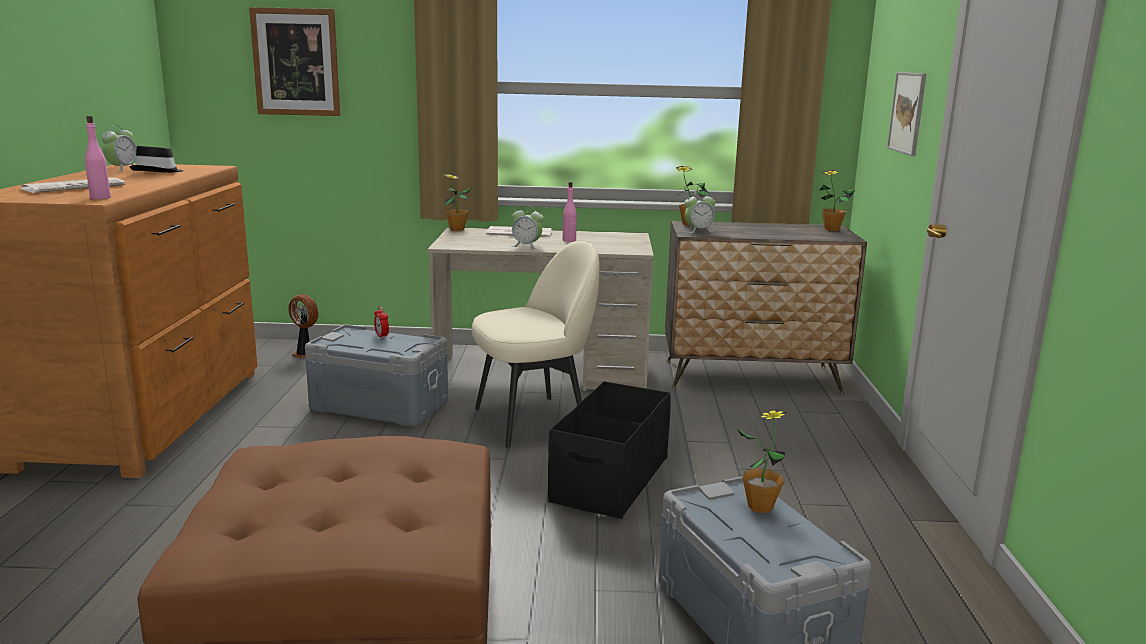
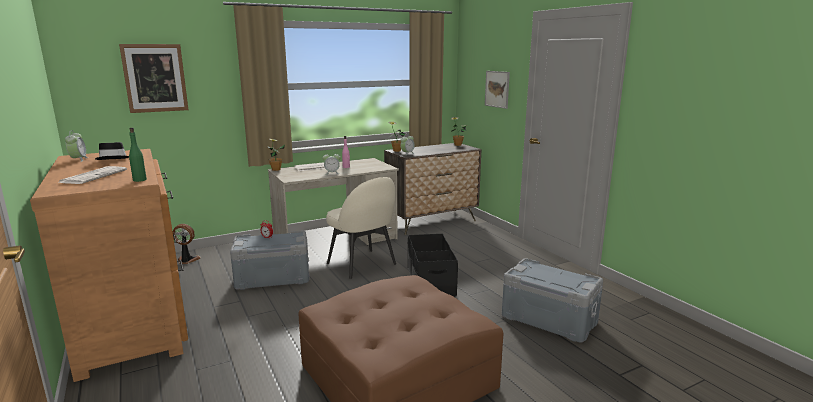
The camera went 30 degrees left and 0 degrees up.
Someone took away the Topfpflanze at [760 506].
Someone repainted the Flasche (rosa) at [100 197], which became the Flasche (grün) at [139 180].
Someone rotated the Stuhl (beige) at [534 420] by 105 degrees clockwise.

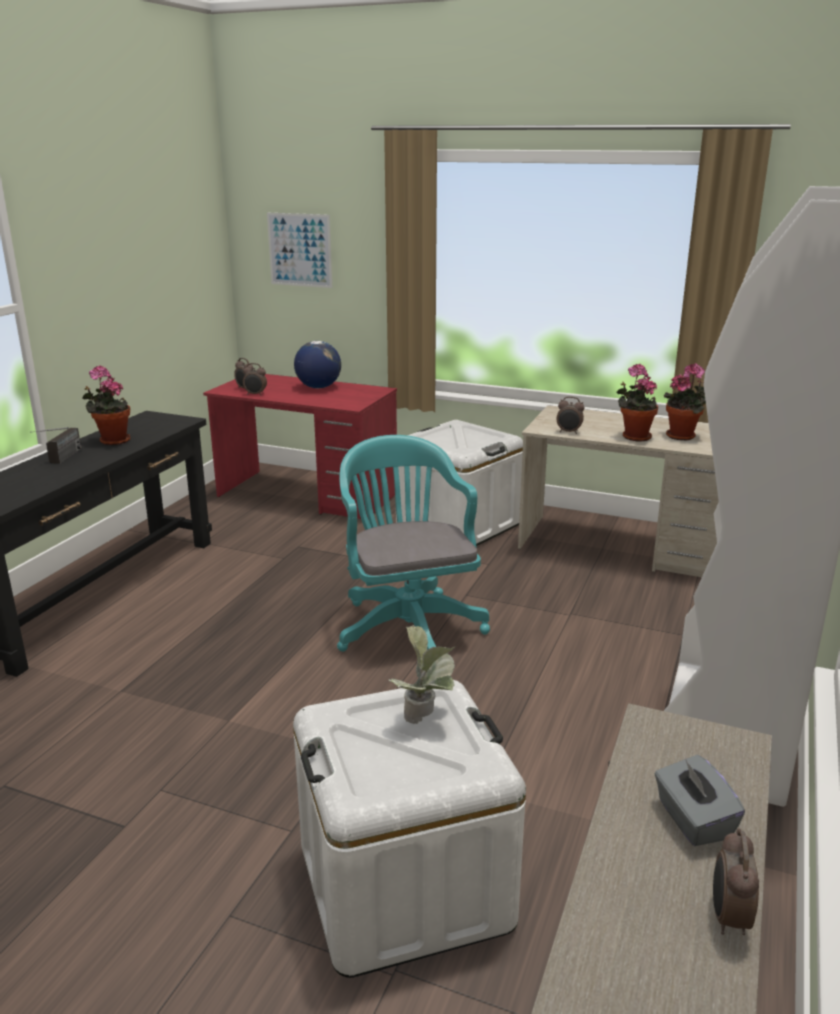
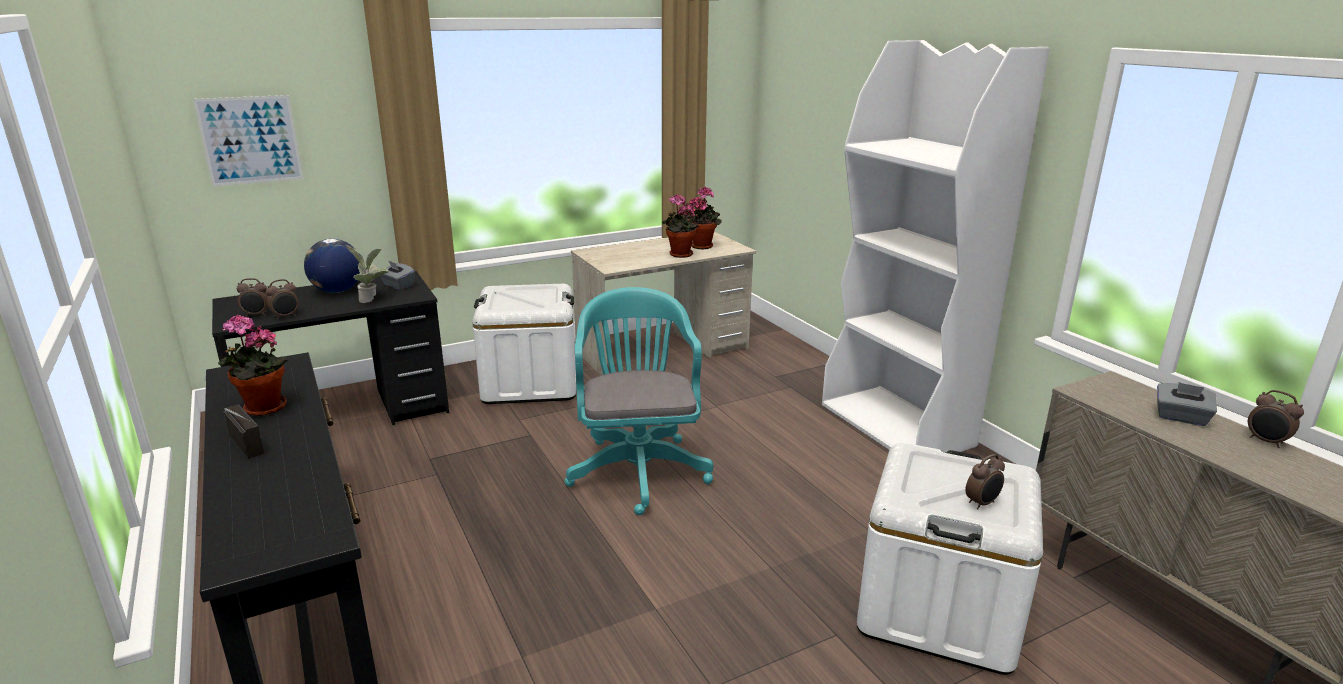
The camera went 50 degrees left and 0 degrees up.
Someone put down the Taschentuchbox (grau) at [398 285].
Someone carried the Topfpflanze from [425 719] to [372 300].
Someone carried the Wecker from [569 432] to [982 503].
Someone repainted the Schreibtisch (rot) at [307 495], which became the Schreibtisch (schwarz) at [345 415].
Someone rotated the Bürostuhl (türkis) at [407 625] by 60 degrees clockwise.

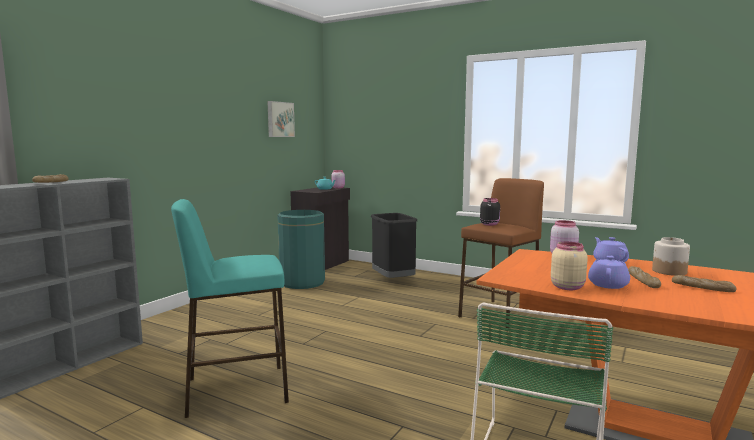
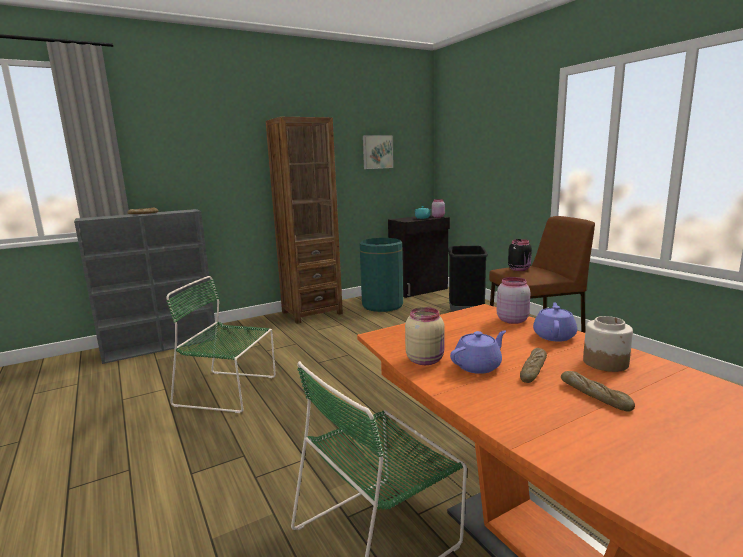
The camera went 30 degrees right and 5 degrees up.
Someone put down the Bücherregal (braun) at [312 313].
Someone swapped the Hocker (türkis) at [236 390] for the Stuhl (grün) at [229 391].

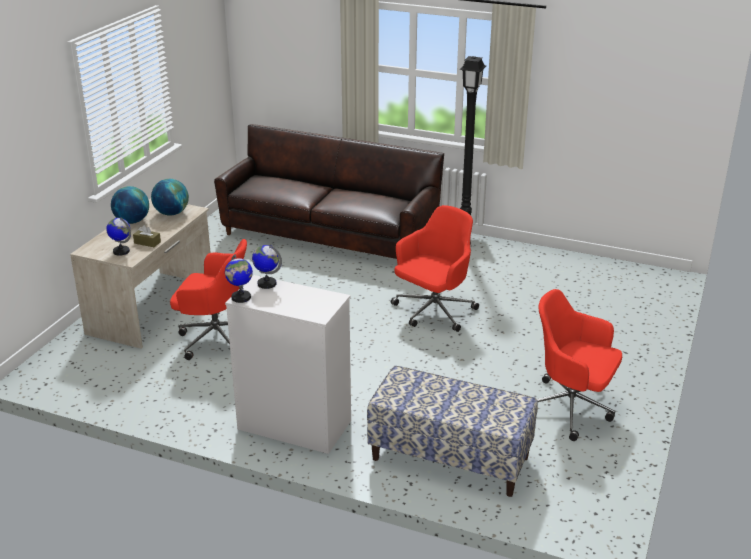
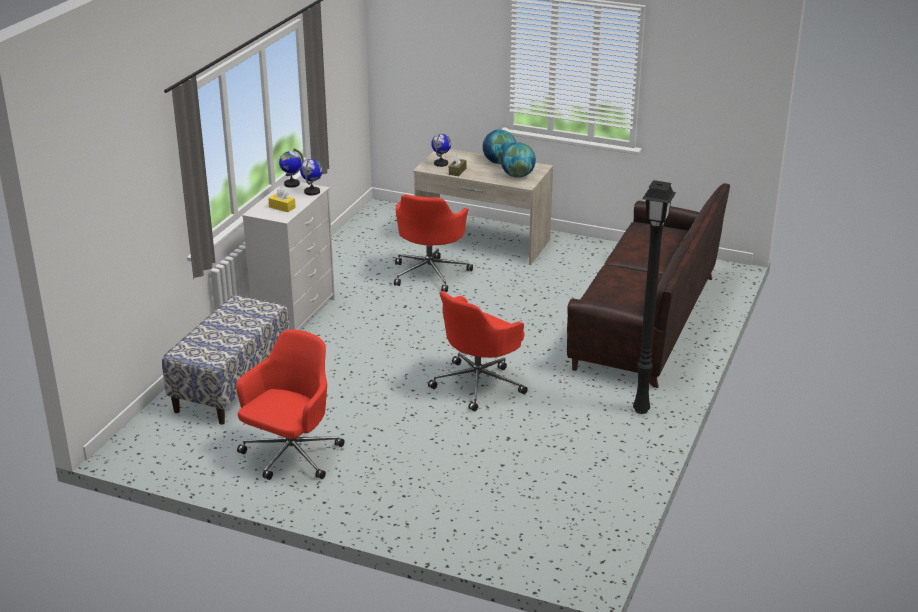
The camera went 90 degrees right and 0 degrees up.
Someone put down the Taschentuchbox (gelb) at [282 207].
Someone rotated the Bürostuhl (rot) at [433 312] by 90 degrees clockwise.

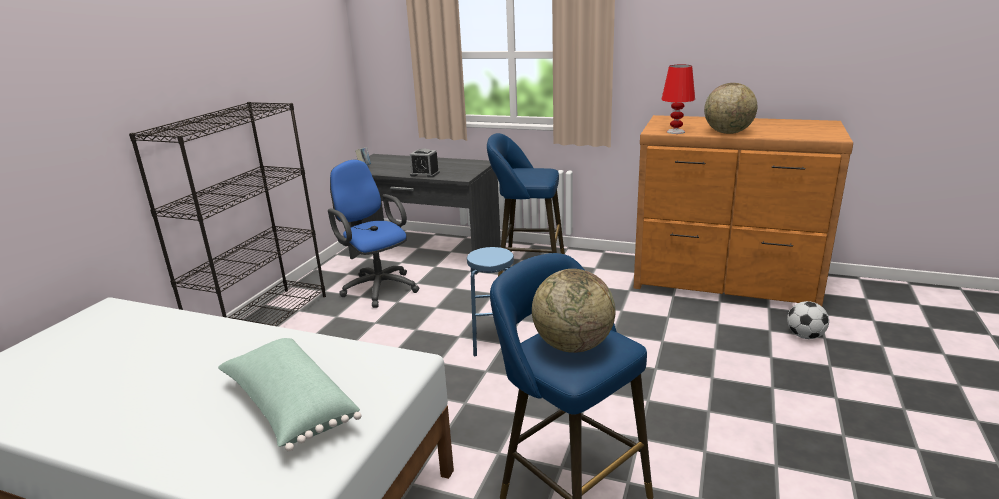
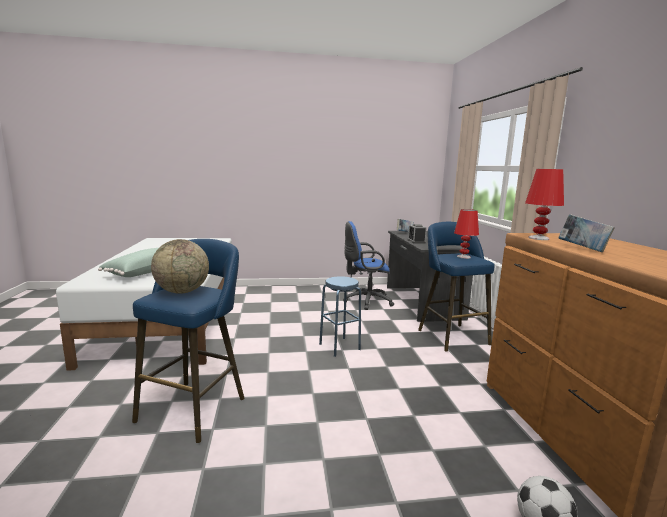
The camera went 60 degrees right and 10 degrees down.
Someone took away the Bücherregal (schwarz) at [264 323].
Someone put down the Tischlampe (rot) at [464 257].
Someone swapped the Globus at [728 133] for the Buch at [582 249].
Someone rotated the Bürostuhl (blau) at [378 287] by 120 degrees counterclockwise.

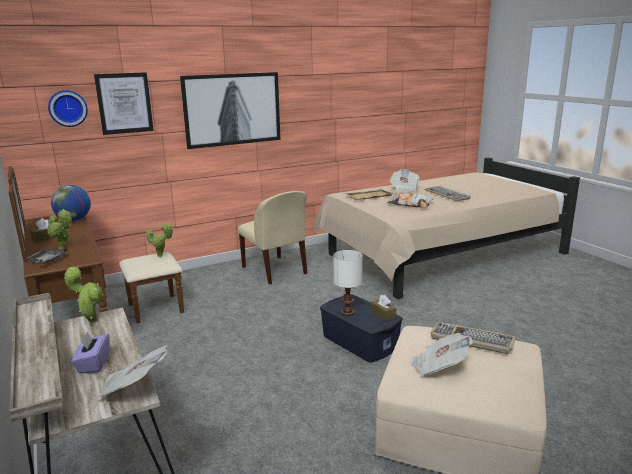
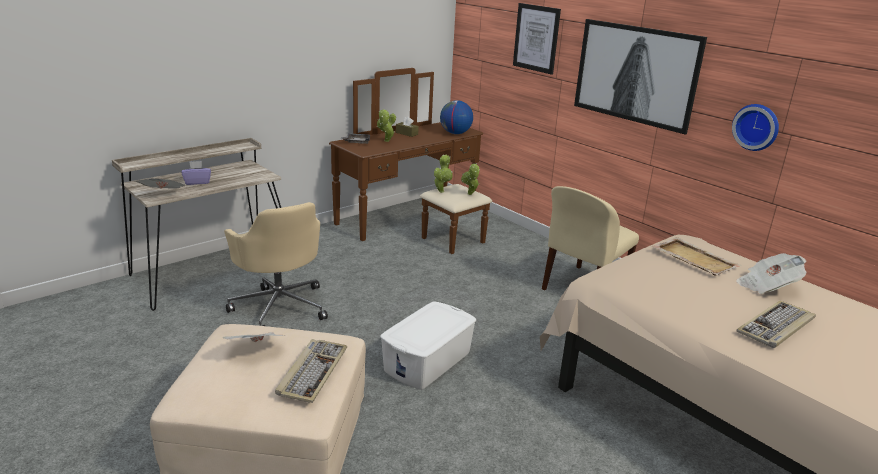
The camera went 75 degrees right and 5 degrees up.
Someone took away the Tischlampe (weiß) at [347 313].
Someone took away the Taschentuchbox (braun) at [383 314].
Someone took away the Kissen at [410 204].
Someone put down the Bürostuhl (beige) at [280 306].
Someone carried the Wanduhr from [67 108] to [756 127].
Someone carried the Topfpflanze from [91 320] to [441 191].
Someone repainted the Aufbewahrungsbox (blau) at [360 341], which became the Aufbewahrungsbox (weiß) at [428 361].

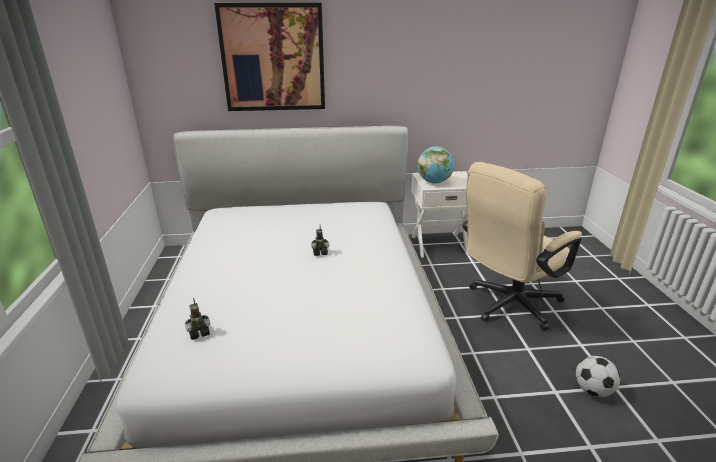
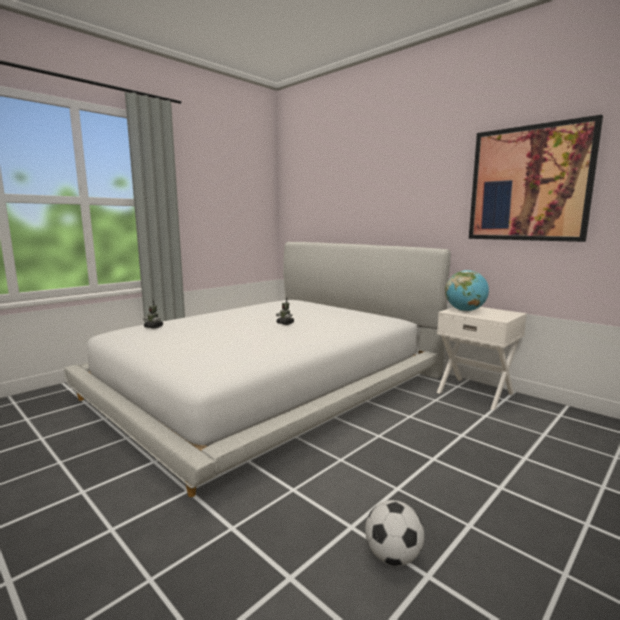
The camera went 50 degrees right and 15 degrees down.
Someone took away the Bürostuhl (beige) at [507 306].
Someone carried the Bild from [273 58] to [529 184].

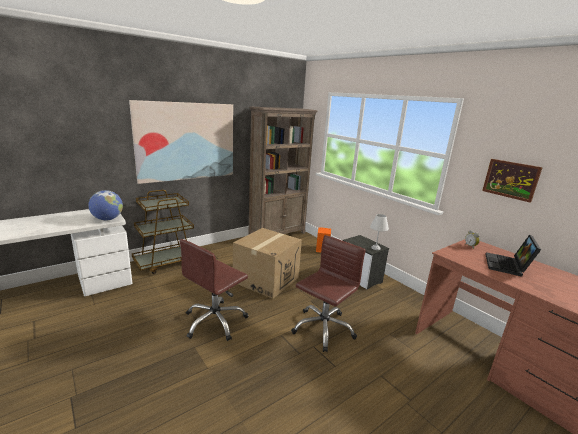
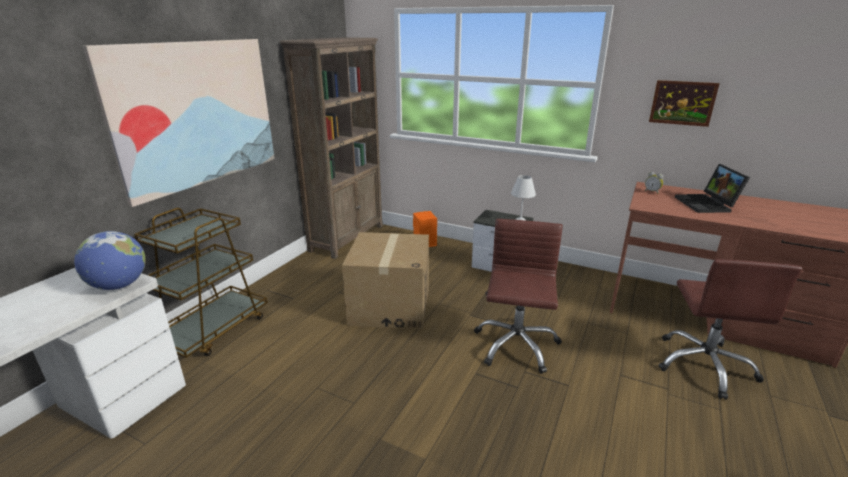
The camera went 25 degrees left and 5 degrees up.
Someone carried the Bürostuhl (braun) from [215 321] to [705 365].

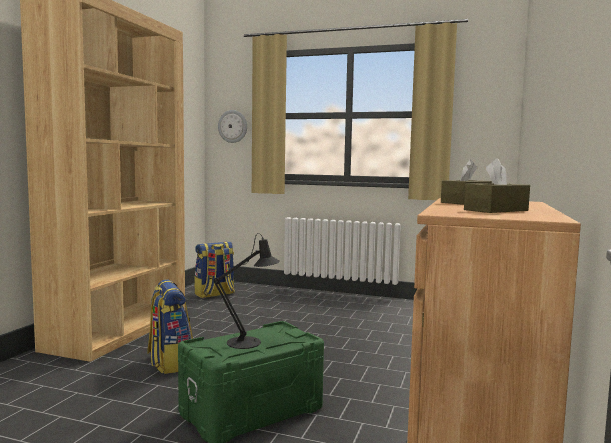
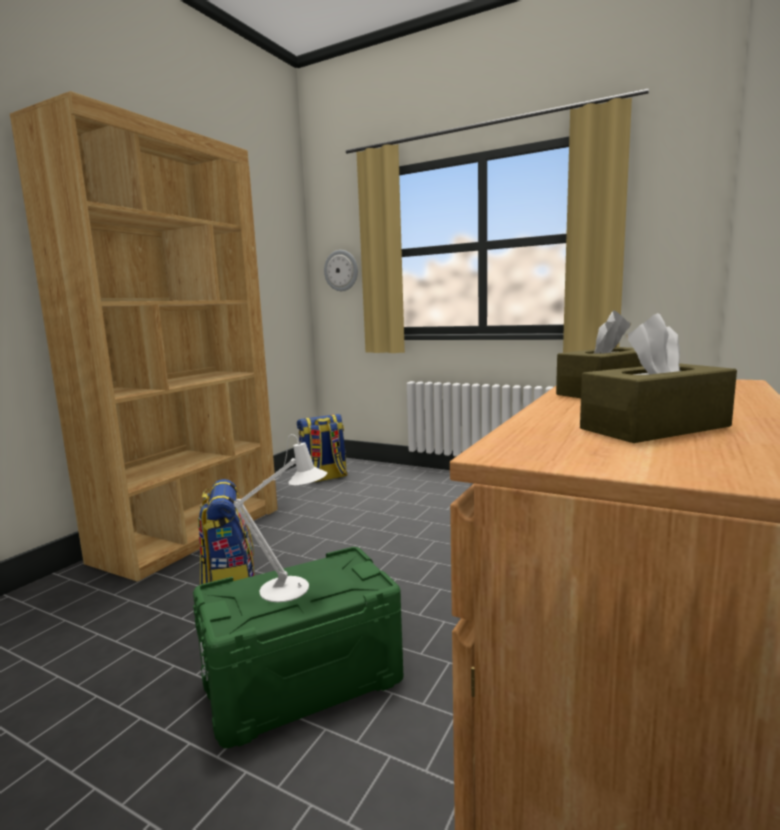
The camera went 10 degrees right and 5 degrees up.
Someone repainted the Tischlampe (schwarz) at [249 342], which became the Tischlampe (weiß) at [292 589].

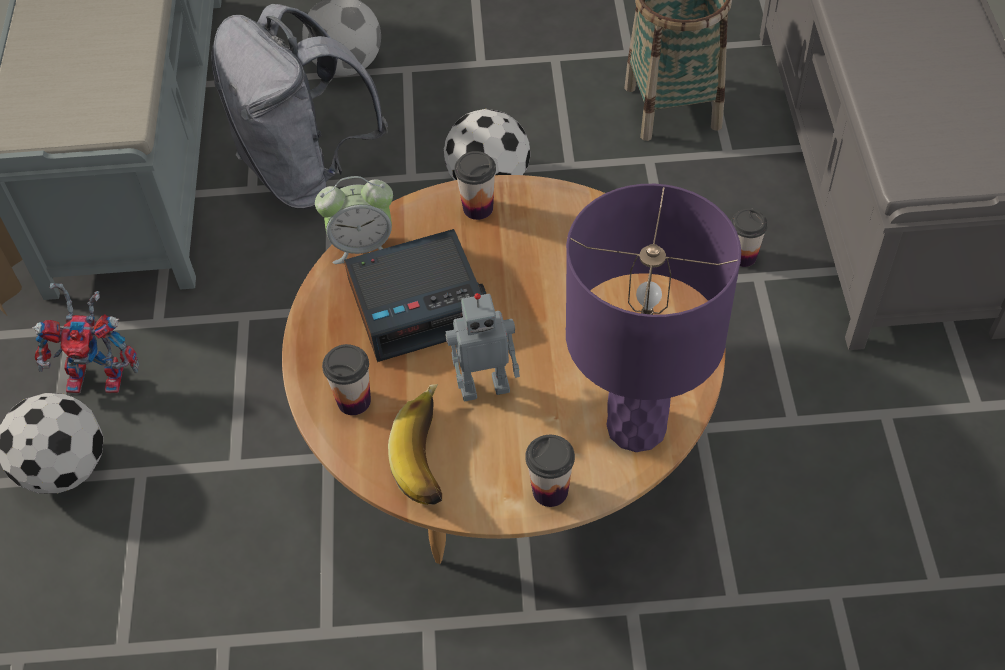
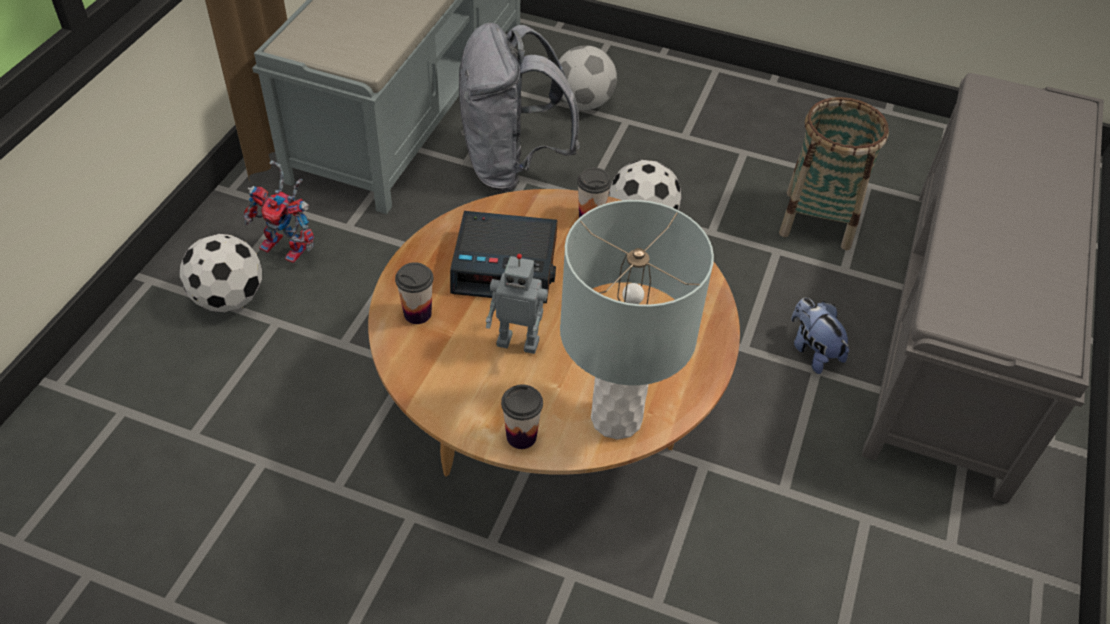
The camera went 20 degrees right and 5 degrees down.
Someone took away the Wecker at [362 245].
Someone took away the Banane at [431 457].
Someone swapped the Tasse at [743 256] for the Plüschtier at [812 351].
Someone repainted the Tischlampe (lila) at [635 427], which became the Tischlampe (grau) at [615 418].

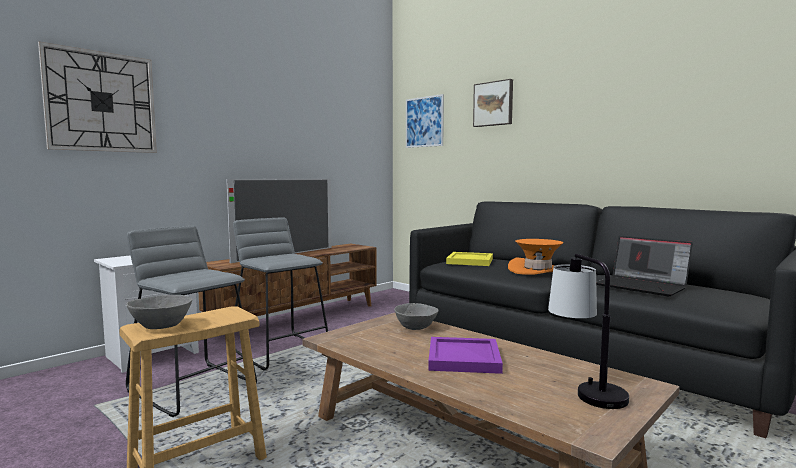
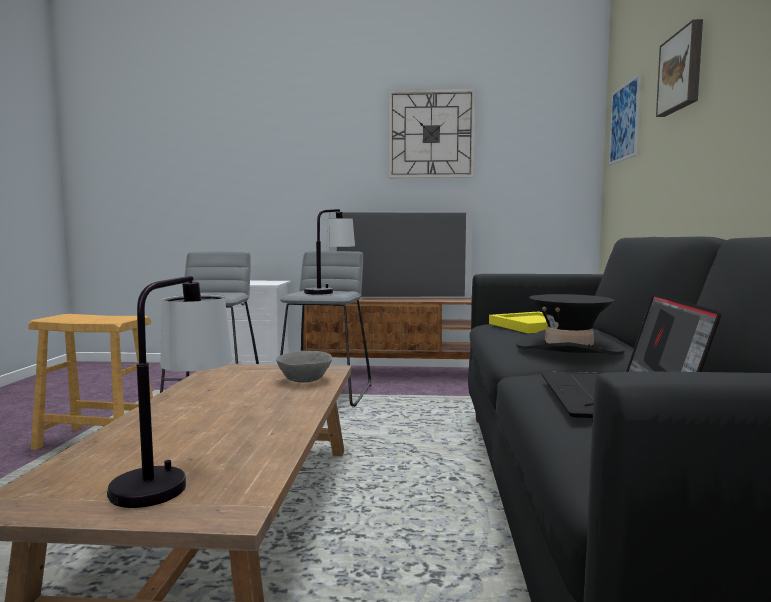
The camera went 50 degrees right and 0 degrees up.
Someone took away the Schüssel (grau) at [162 325].
Someone took away the Tablett (lila) at [465 358].
Someone put down the Tischlampe at [329 292].
Someone carried the Wanduhr from [101 102] to [431 134].
Someone repainted the Hut (orange) at [537 270], which became the Hut (schwarz) at [568 348].

